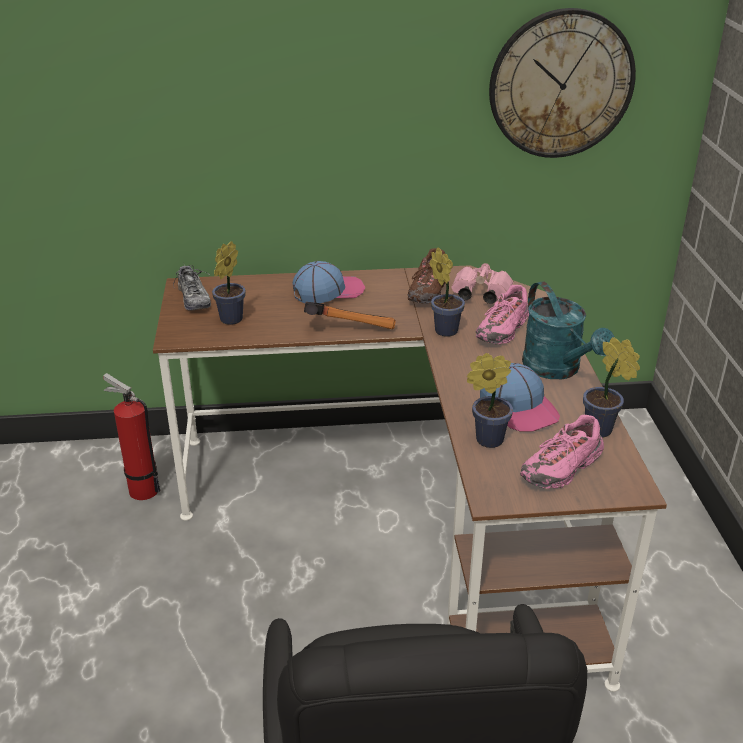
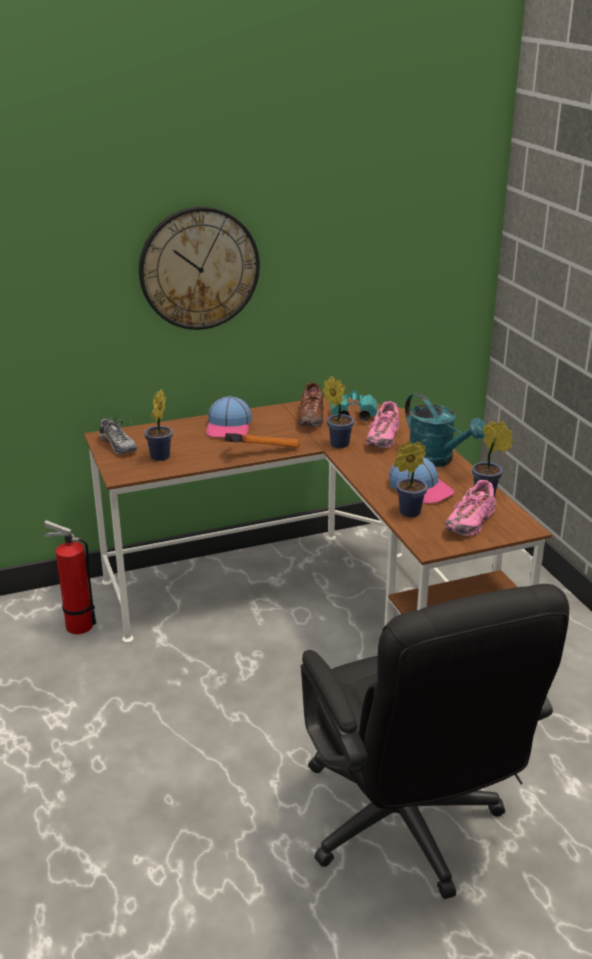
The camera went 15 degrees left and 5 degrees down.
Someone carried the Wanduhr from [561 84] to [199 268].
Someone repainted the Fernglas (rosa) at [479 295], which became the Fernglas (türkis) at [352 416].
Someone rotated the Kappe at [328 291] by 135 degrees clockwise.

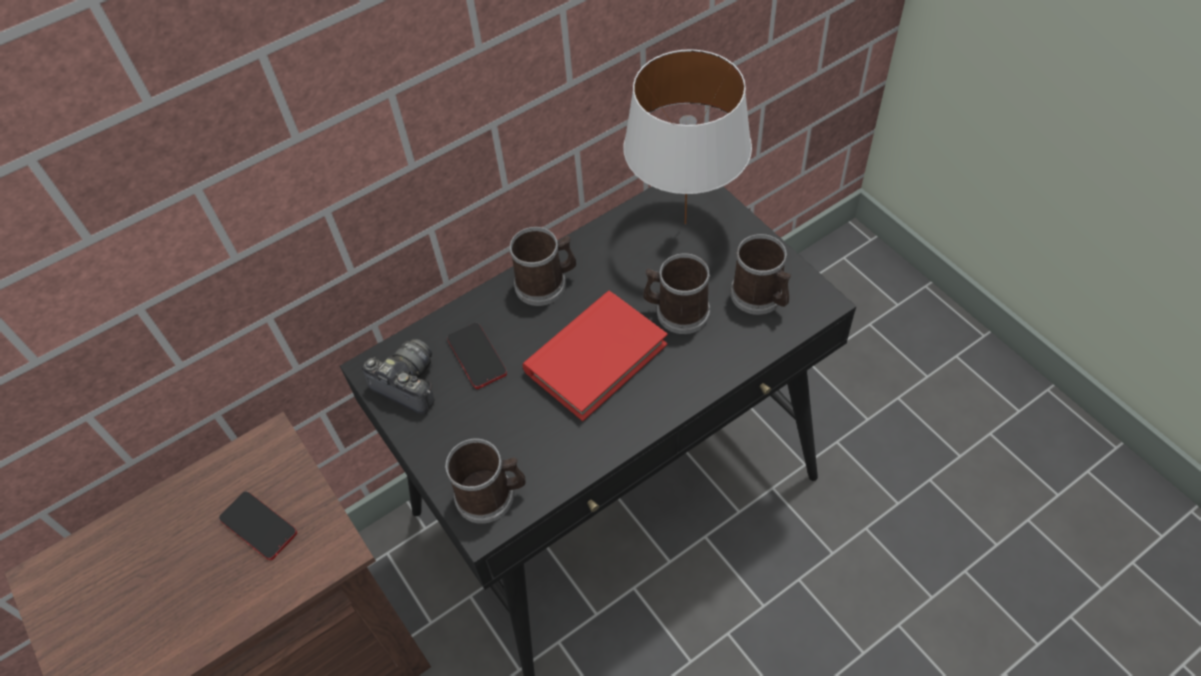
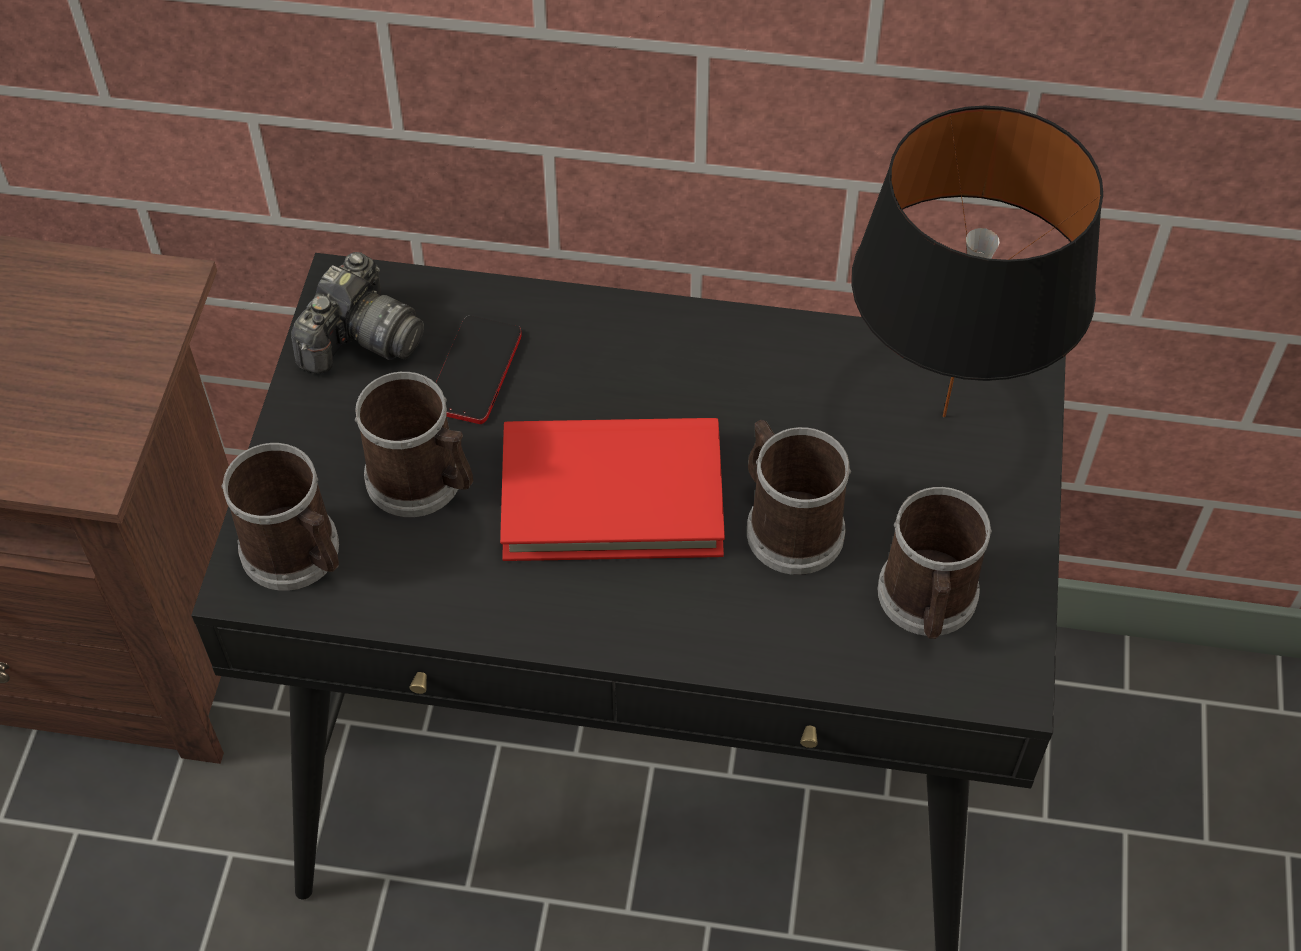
The camera went 40 degrees right and 0 degrees up.
Someone took away the Handy at [258 526].
Someone carried the Henkelbecher from [546 283] to [423 482].
Someone repainted the Tischlampe (weiß) at [686 224], which became the Tischlampe (schwarz) at [945 418].
Someone rotated the Kamera at [408 384] by 45 degrees clockwise.

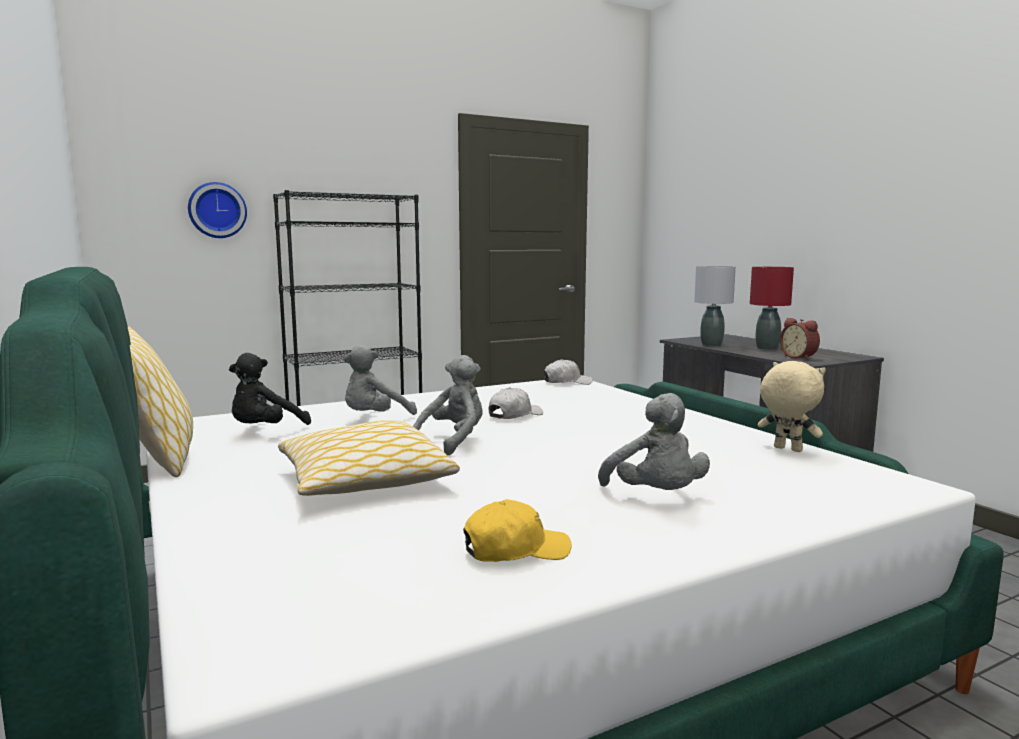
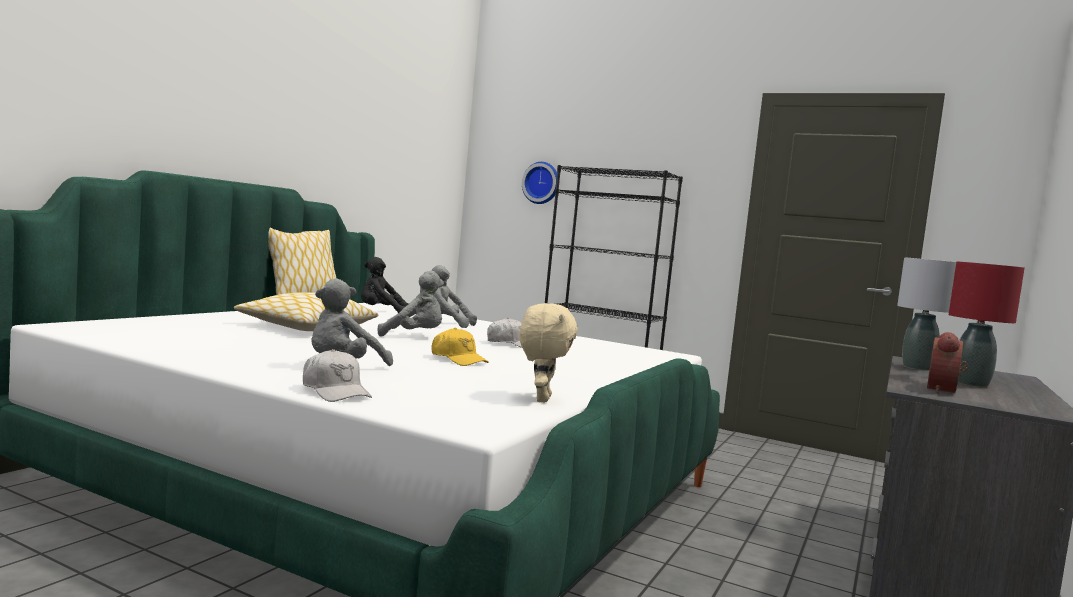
The camera went 55 degrees right and 5 degrees down.
Someone carried the Kappe (gelb) from [515 550] to [458 359].
Someone carried the Kappe (weiß) from [567 382] to [335 392].

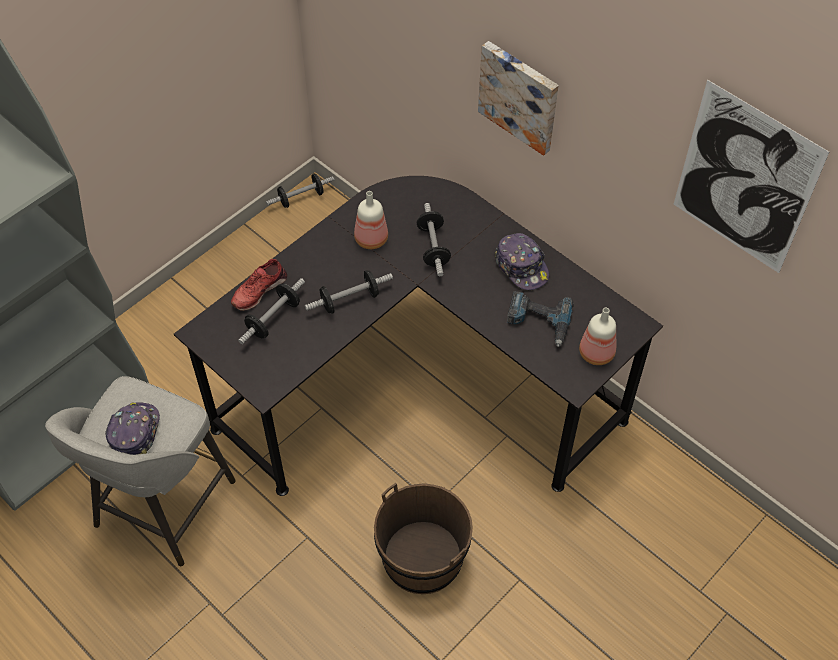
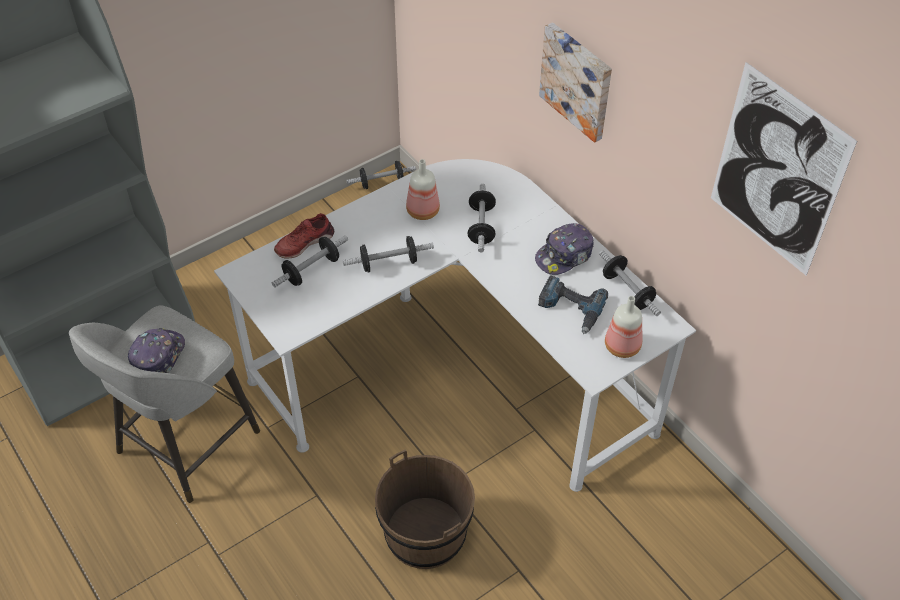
The camera went 10 degrees right and 5 degrees down.
Someone put down the Hantel at [627 291].
Someone repainted the Schreibtisch (schwarz) at [418 385], which became the Schreibtisch (weiß) at [456 369].
Someone rotated the Kappe at [521 267] by 75 degrees clockwise.

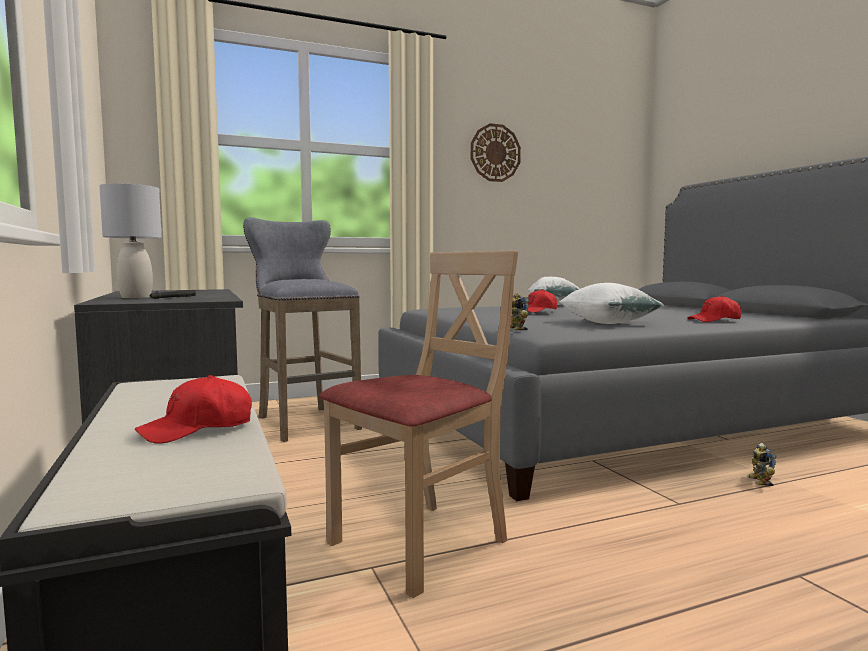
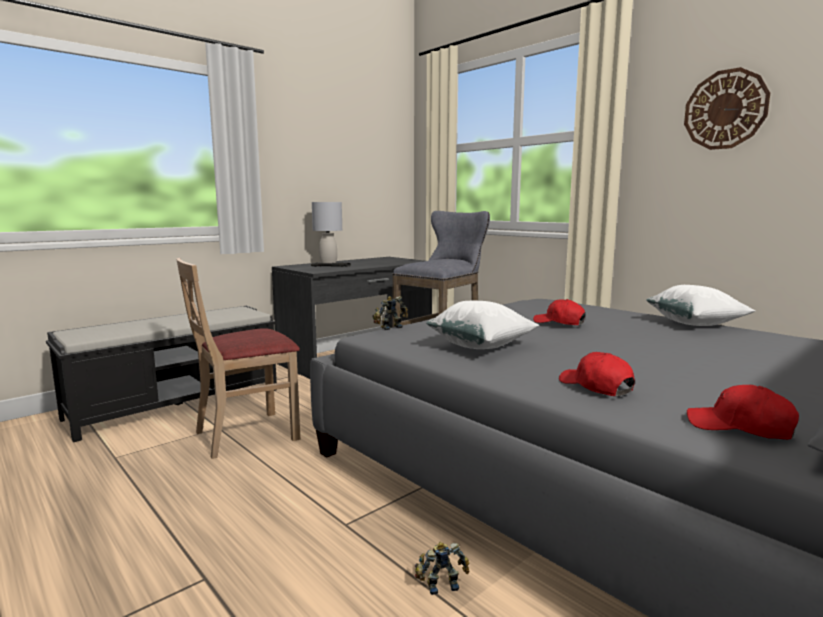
The camera went 70 degrees right and 5 degrees up.
Someone carried the Kappe (rot) from [197 429] to [740 427].
Someone rotated the Stuhl (beige) at [420 543] by 120 degrees clockwise.

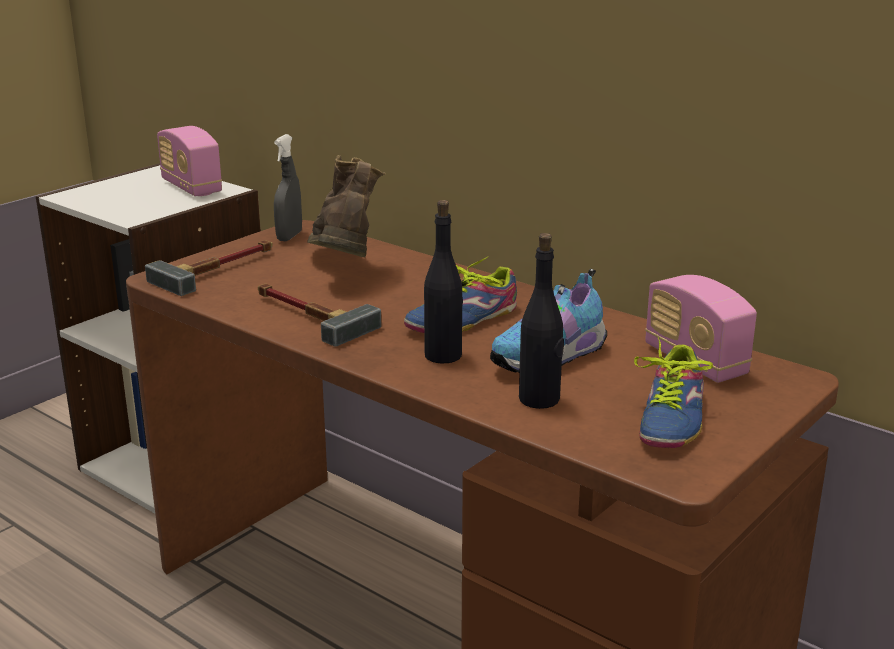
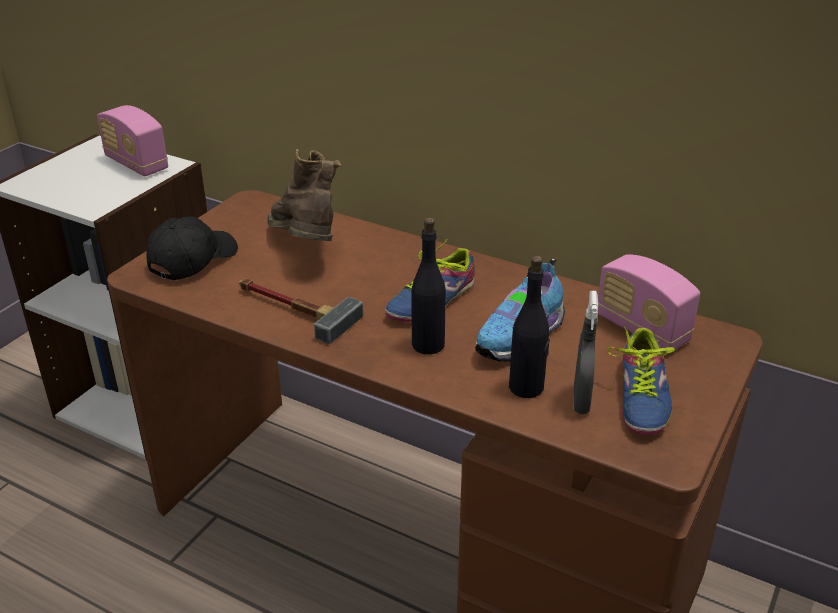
The camera went 10 degrees left and 10 degrees up.
Someone carried the Sprühflasche (grau) from [289 236] to [581 401].
Someone swapped the Hammer at [220 270] for the Kappe (schwarz) at [192 260].

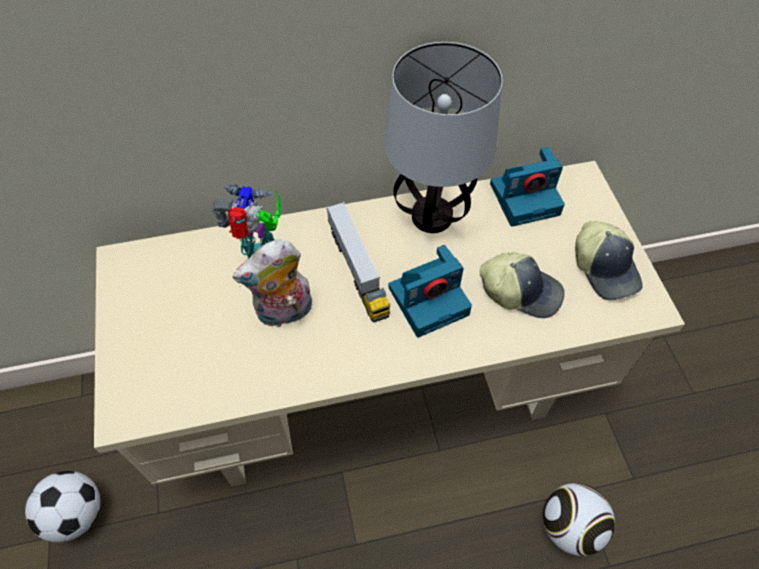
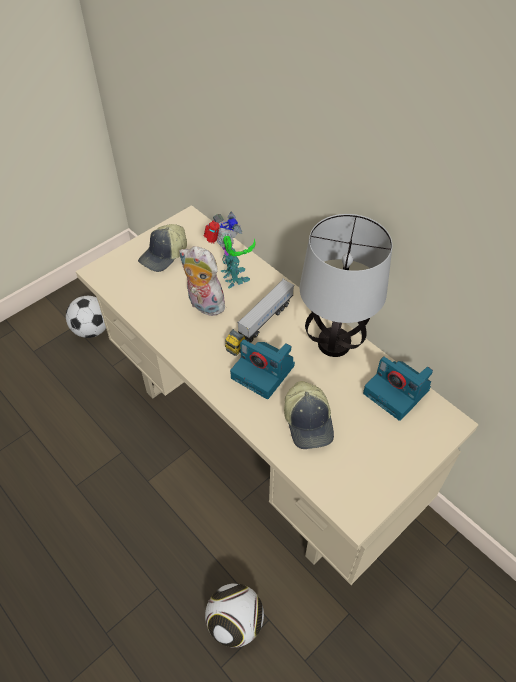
The camera went 60 degrees right and 5 degrees down.
Someone carried the Kappe from [605 268] to [164 255].

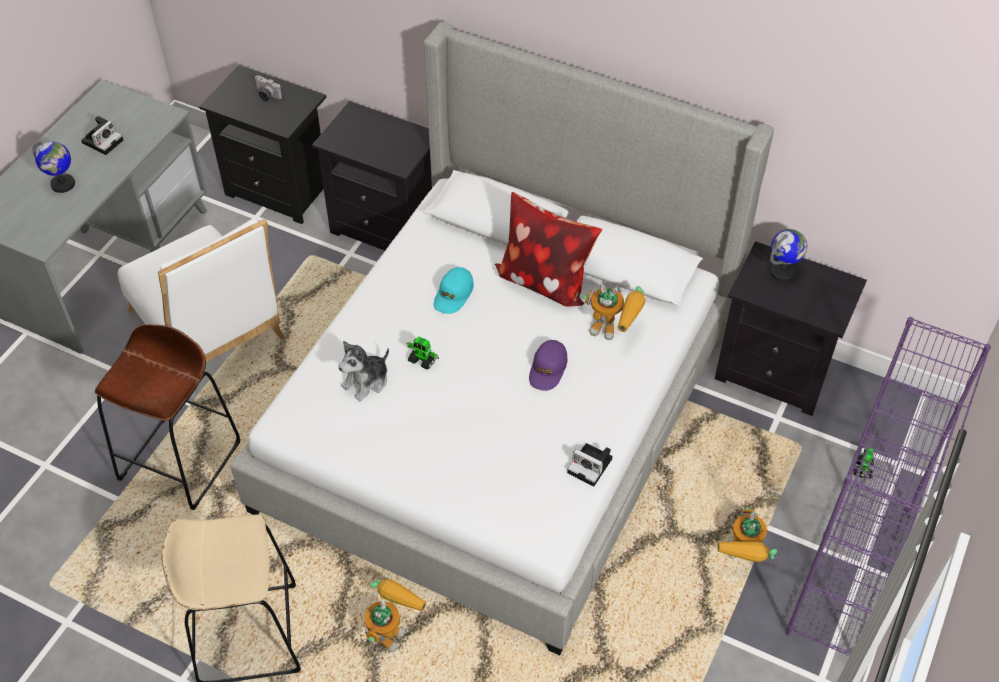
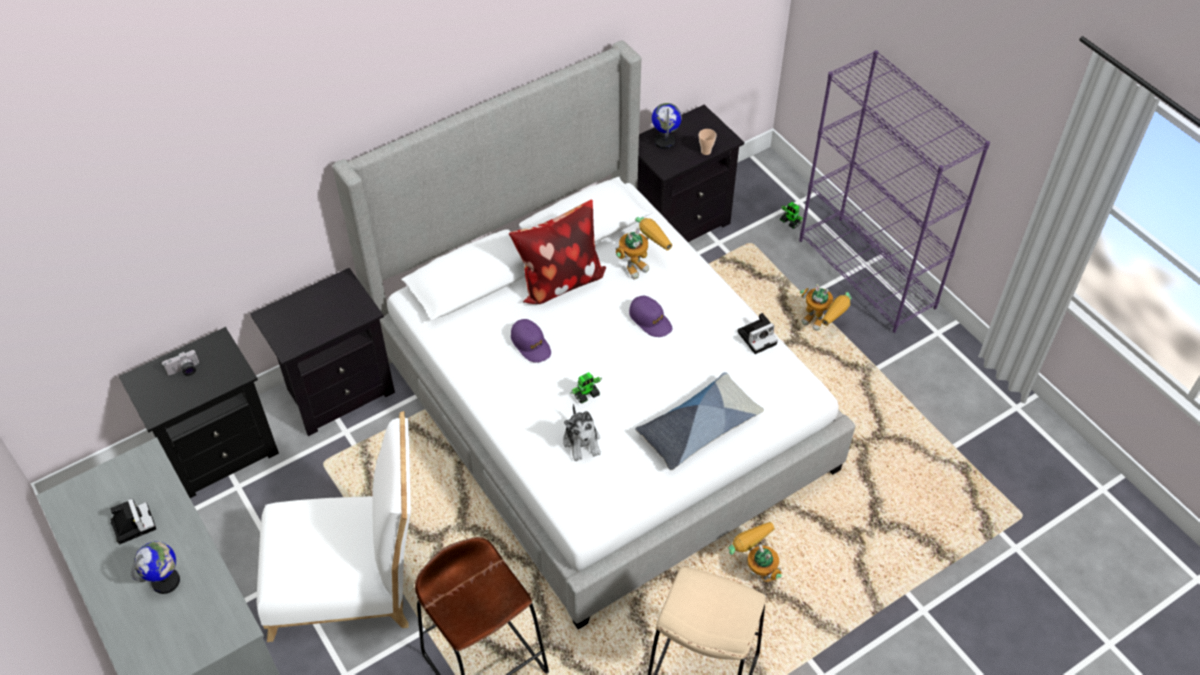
The camera went 60 degrees left and 0 degrees up.
Someone put down the Kissen at [698 428].
Someone put down the Tasse at [706 151].
Someone repainted the Kappe (türkis) at [453 295], which became the Kappe (lila) at [531 344].

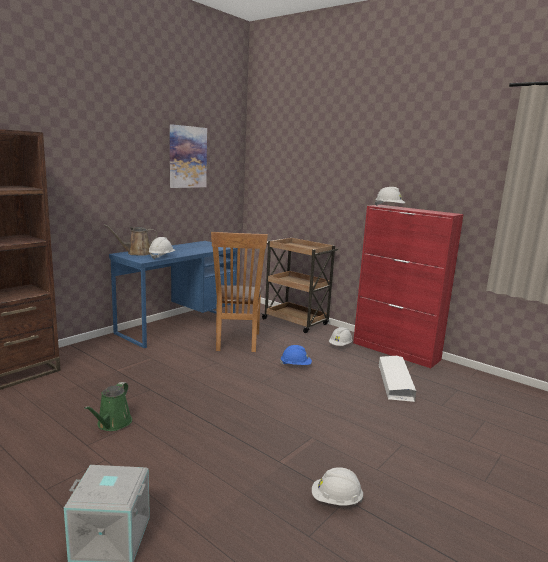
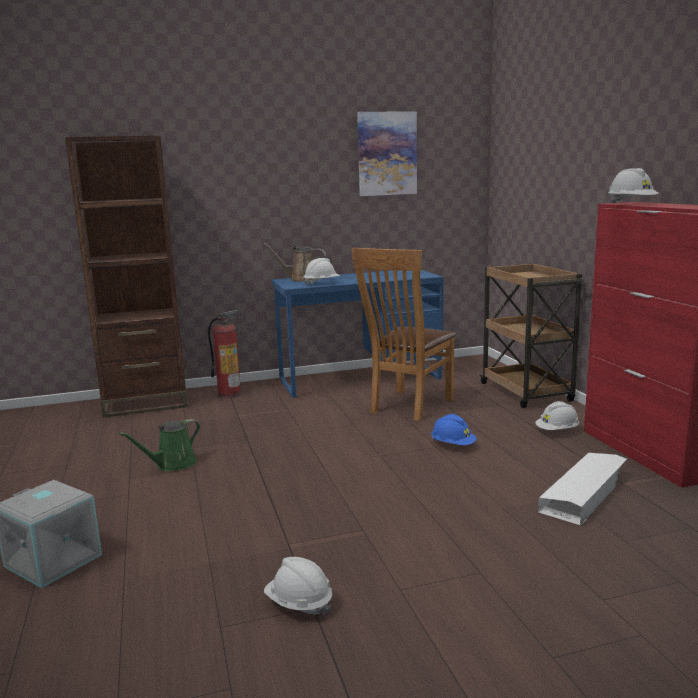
The camera went 35 degrees right and 0 degrees up.
Someone put down the Feuerlöscher at [229 393].

